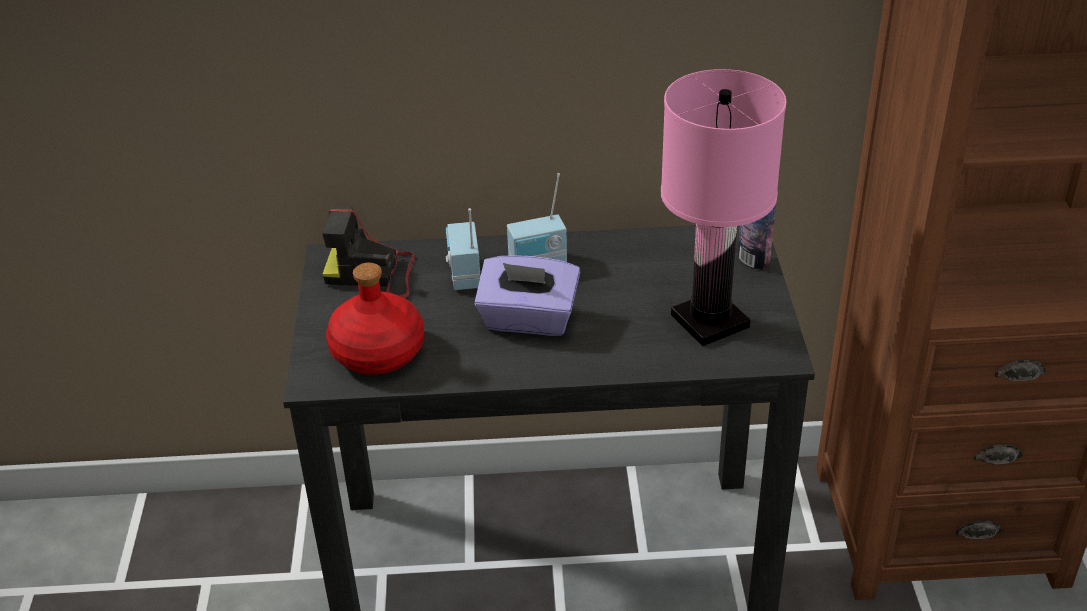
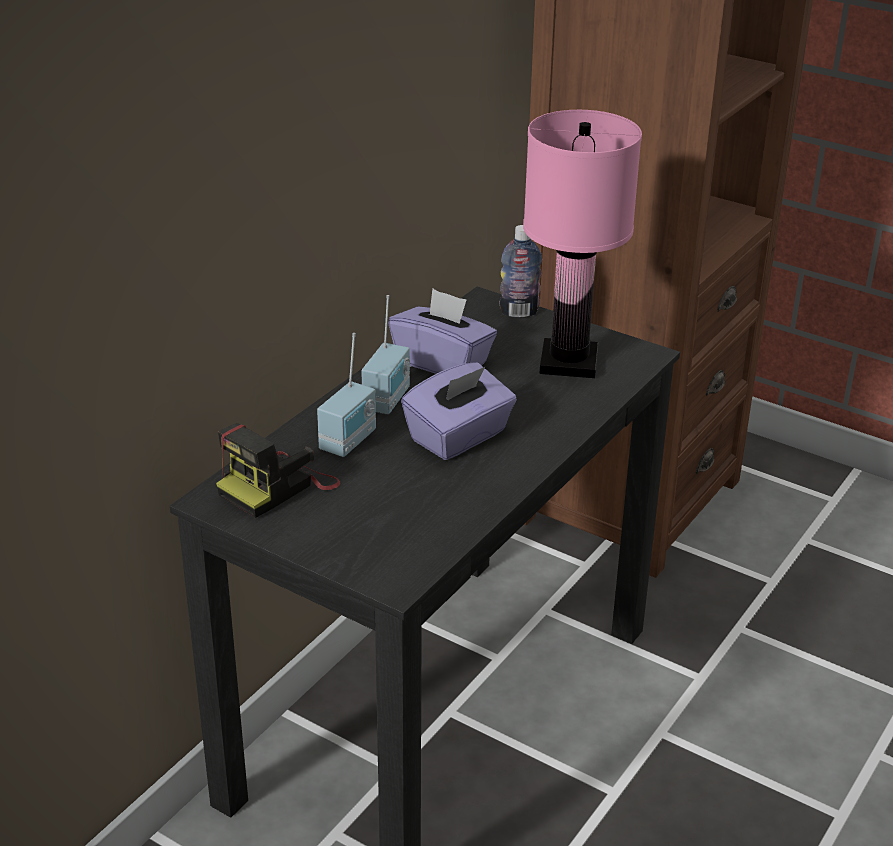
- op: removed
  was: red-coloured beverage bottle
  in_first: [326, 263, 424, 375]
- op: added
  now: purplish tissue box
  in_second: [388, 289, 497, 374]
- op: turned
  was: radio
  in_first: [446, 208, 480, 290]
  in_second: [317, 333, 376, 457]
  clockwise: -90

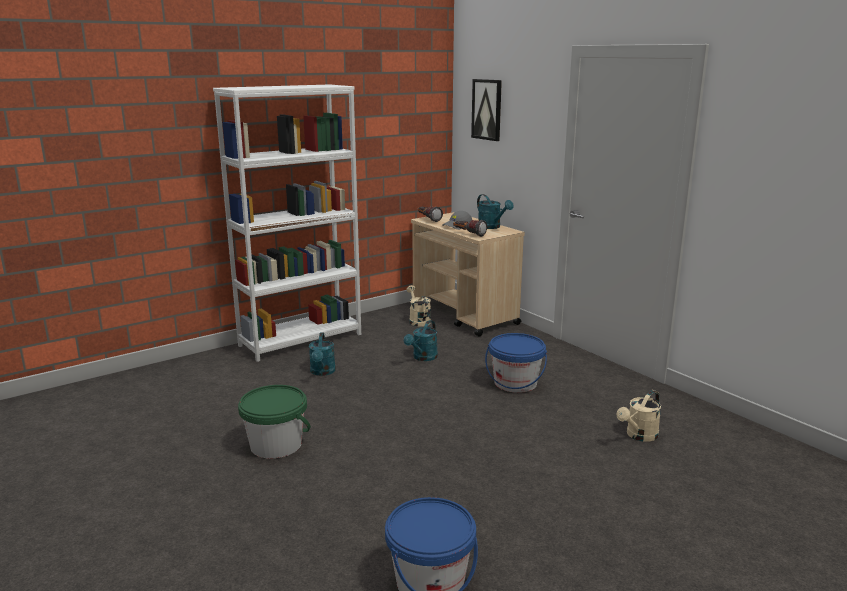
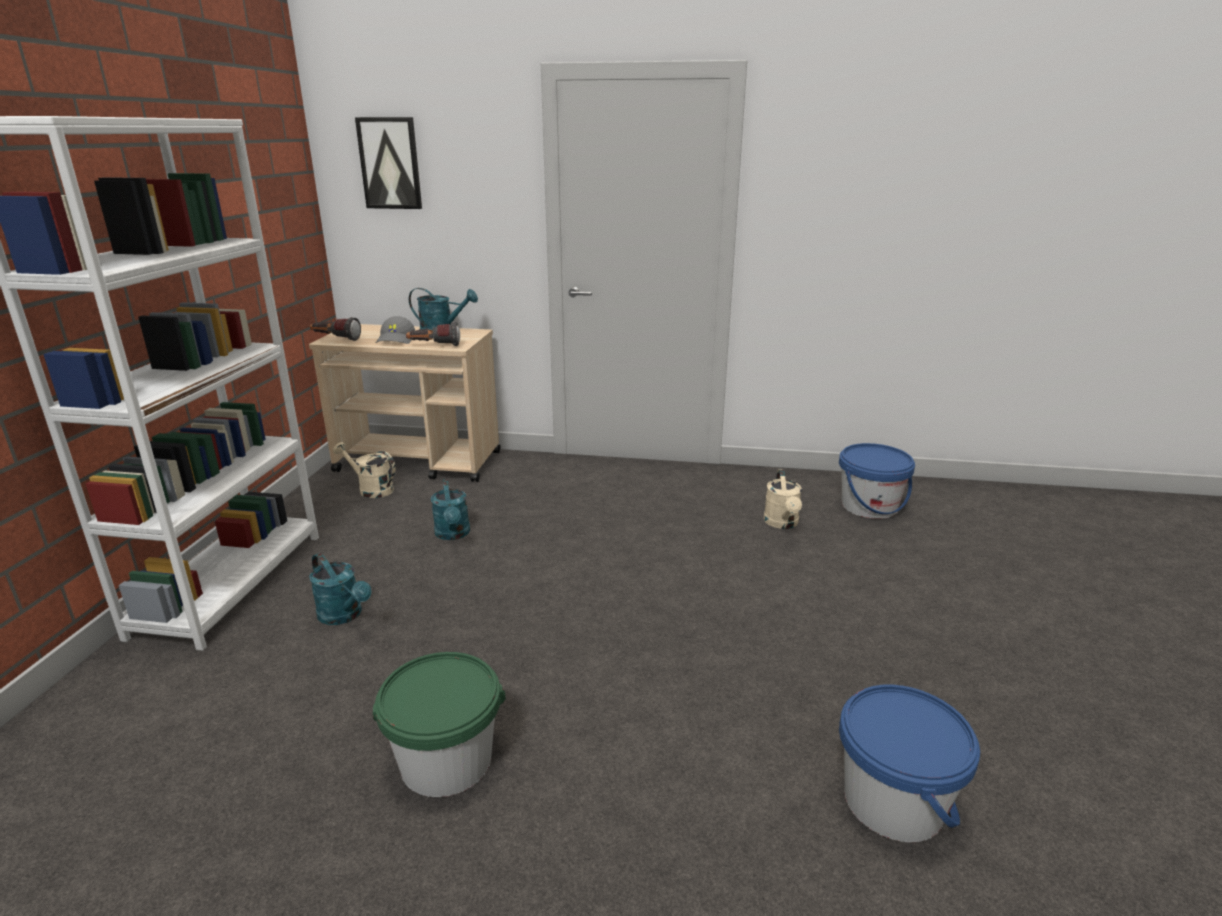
- op: moved
  was: bluish bucket
  in_first: [485, 333, 547, 393]
  in_second: [839, 443, 915, 519]

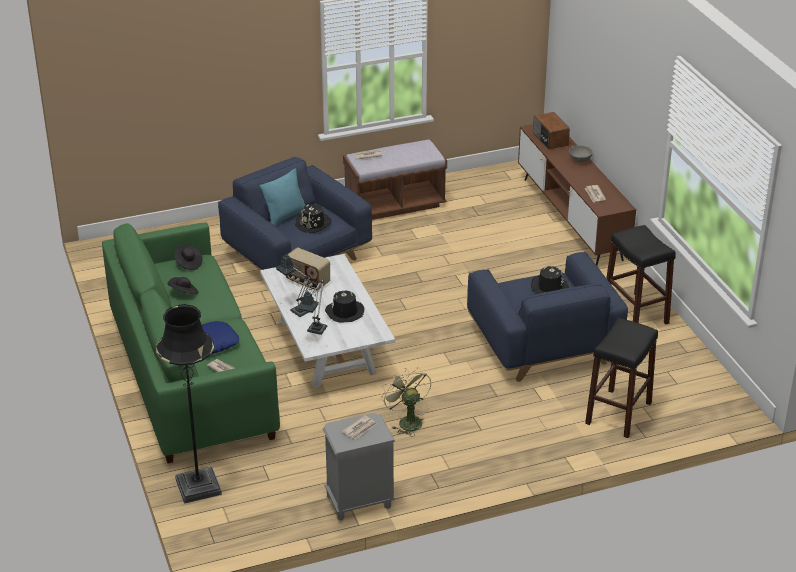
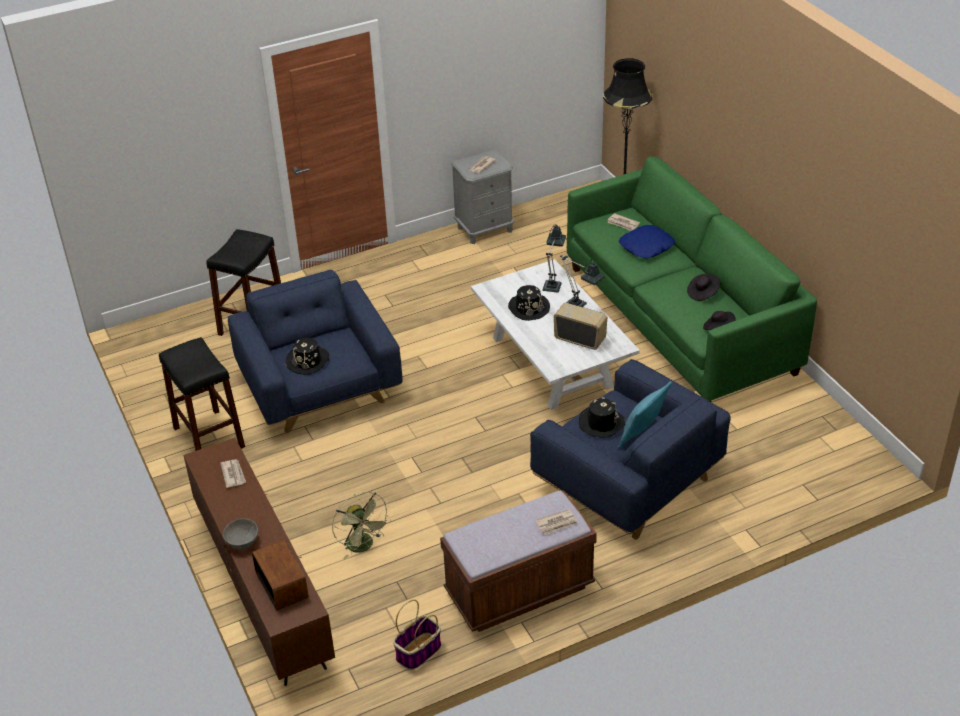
- op: added
  now: basket
  in_second: [393, 599, 441, 670]
- op: moved
  was: greenish fan
  in_first: [381, 367, 431, 437]
  in_second: [332, 492, 391, 559]

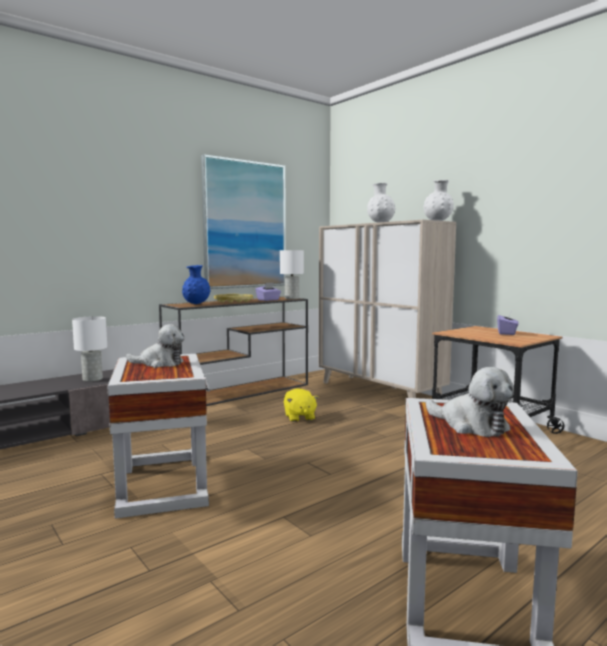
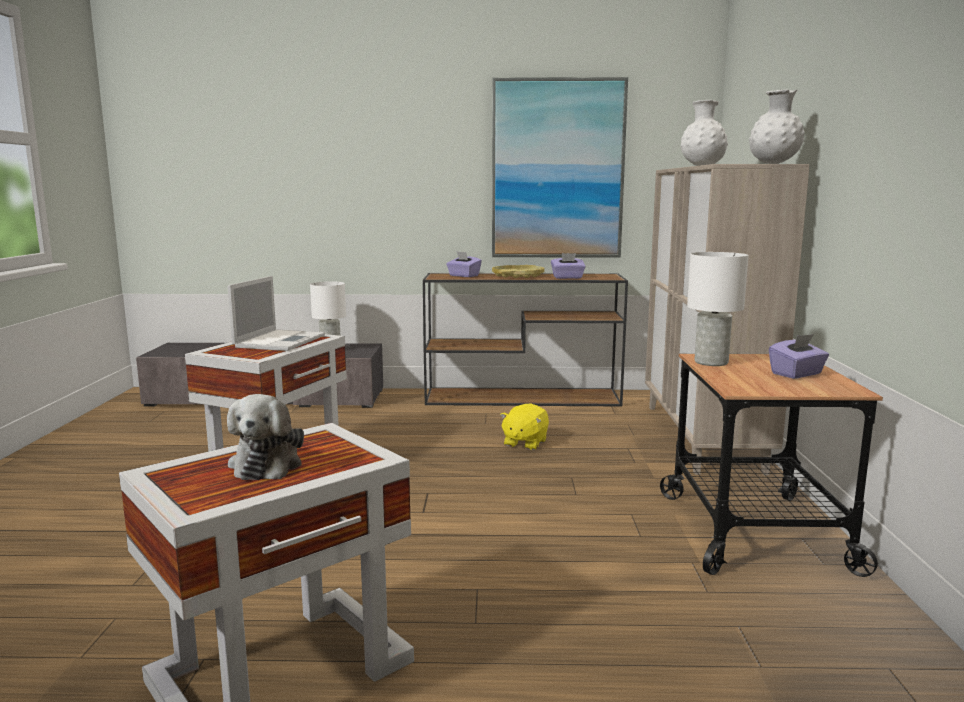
- op: moved
  was: white lamp for a table
  in_first: [280, 250, 304, 299]
  in_second: [687, 252, 748, 366]
- op: replaced
  was: soft toy
  now: notebook computer
  in_first: [126, 324, 184, 368]
  in_second: [227, 276, 325, 351]
- op: replaced
  was: bluish decorative vase
  now: purplish tissue box
  in_first: [182, 265, 211, 304]
  in_second: [446, 251, 482, 277]

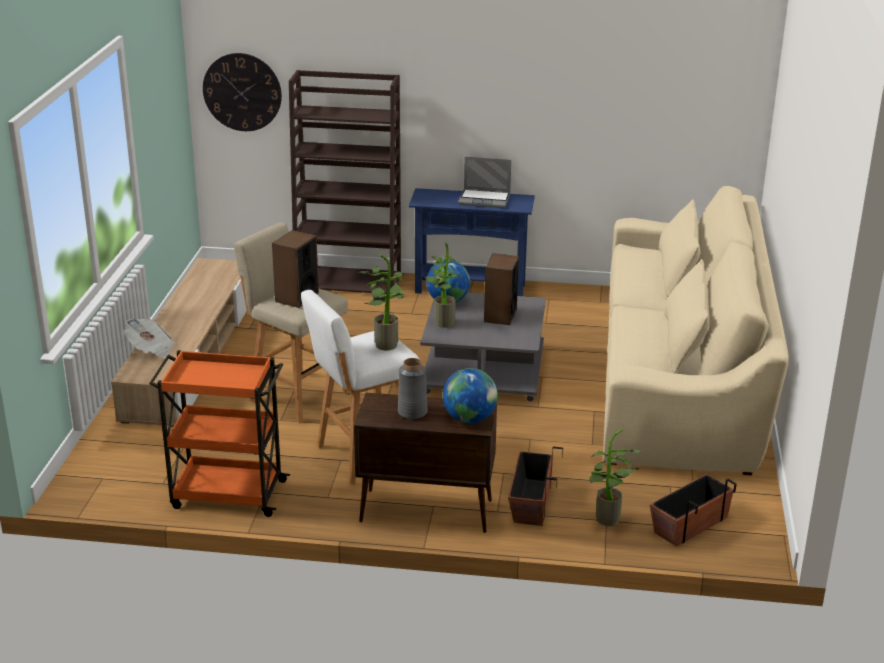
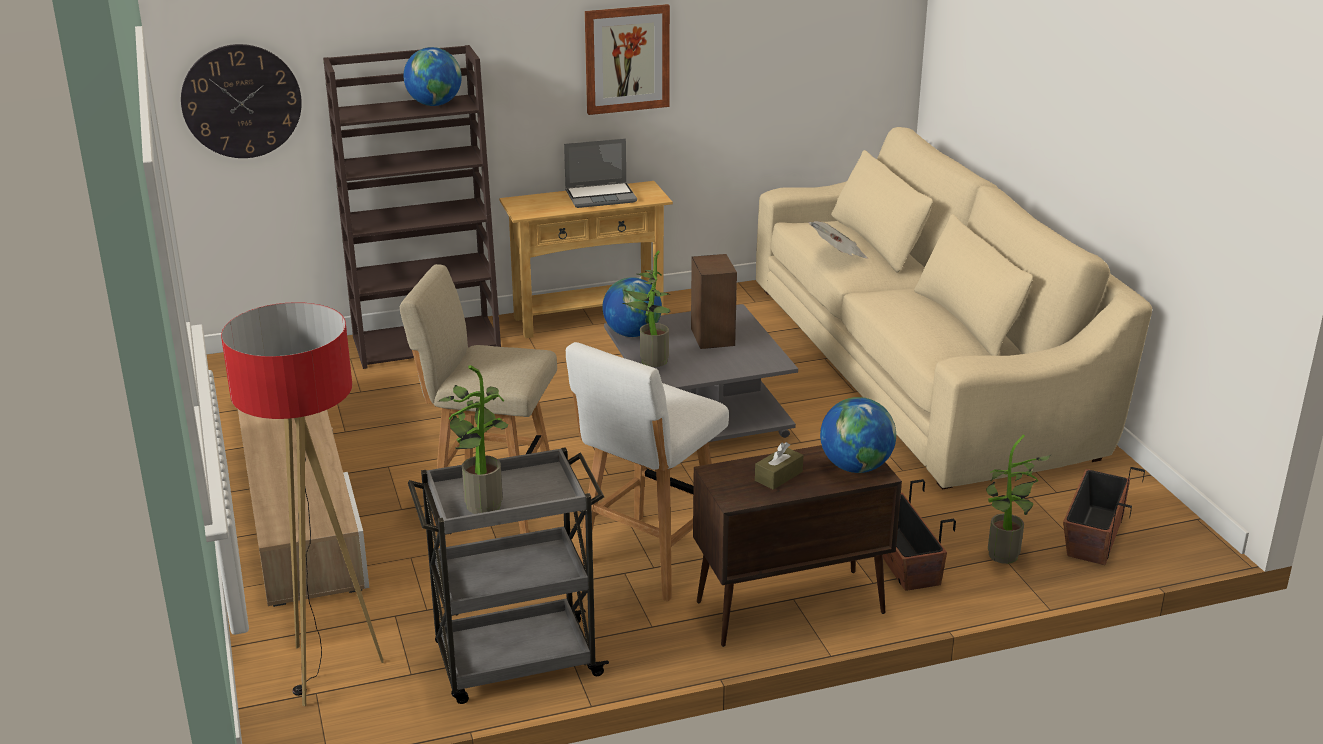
- op: removed
  was: speaker
  in_first: [272, 230, 319, 308]
- op: added
  now: standing lamp
  in_second: [221, 302, 384, 706]
- op: added
  now: world globe
  in_second: [404, 47, 462, 106]
- op: added
  now: wall picture
  in_second: [585, 4, 670, 115]
- op: moved
  was: newspaper
  in_first: [124, 319, 175, 358]
  in_second: [808, 221, 868, 259]
- op: moved
  was: plant in a pot
  in_first: [360, 254, 404, 350]
  in_second: [438, 365, 508, 514]
- op: replaced
  was: gray decorative vase
  now: brownish tissue box
  in_first: [398, 358, 428, 419]
  in_second: [755, 442, 803, 490]
- op: recoloured
  was: orange-coloured cart
  now: gray cart
  in_first: [149, 350, 290, 517]
  in_second: [408, 447, 609, 704]
- op: recoloured
  was: bluish narrow table
  now: sand-coloured narrow table
  in_first: [409, 188, 535, 296]
  in_second: [499, 181, 673, 338]

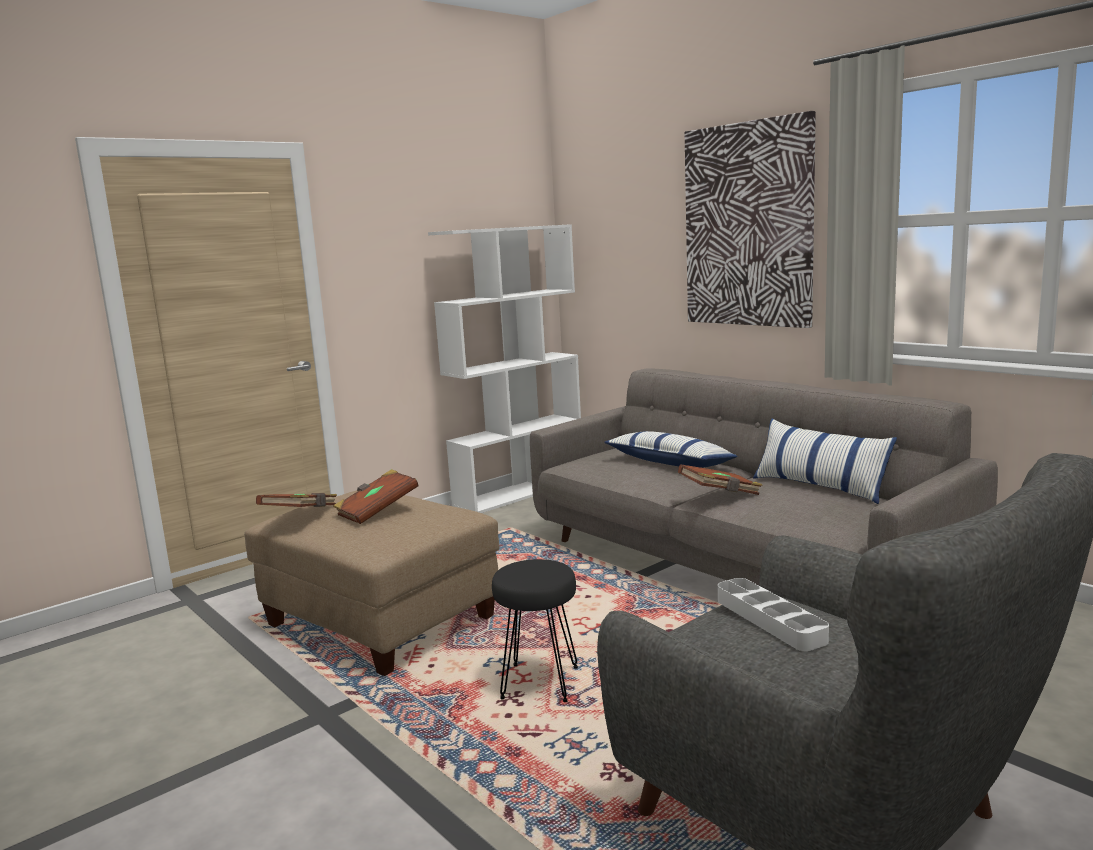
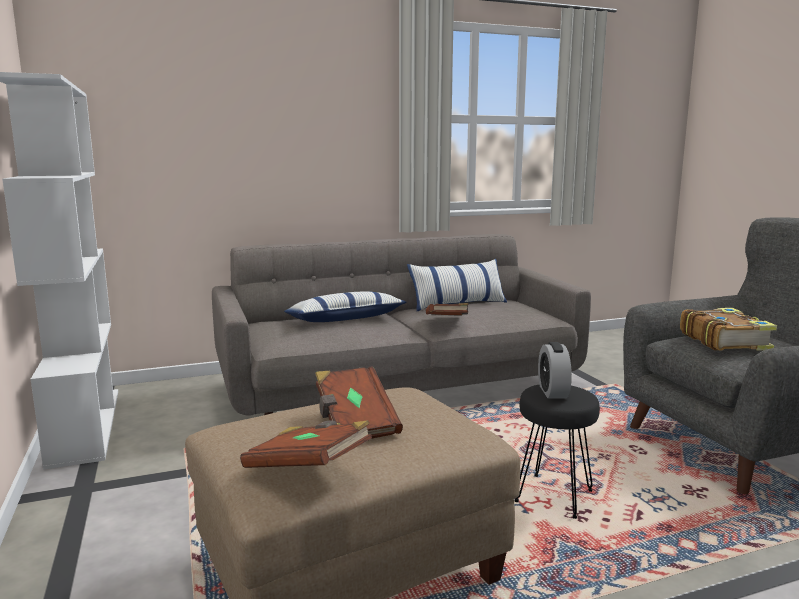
- op: removed
  was: wall picture
  in_first: [685, 111, 816, 328]
- op: added
  now: alarm clock
  in_second: [538, 342, 572, 399]
- op: replaced
  was: gray tray
  now: volume
  in_first: [718, 578, 829, 651]
  in_second: [680, 308, 777, 351]

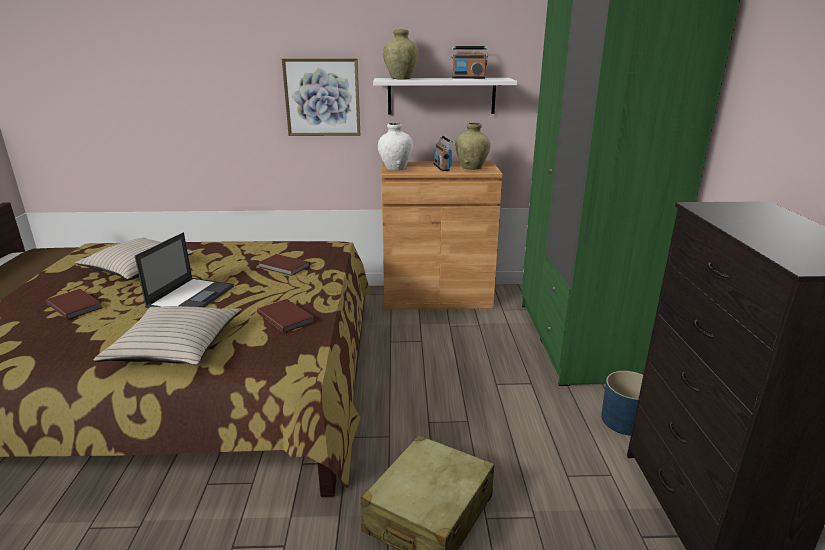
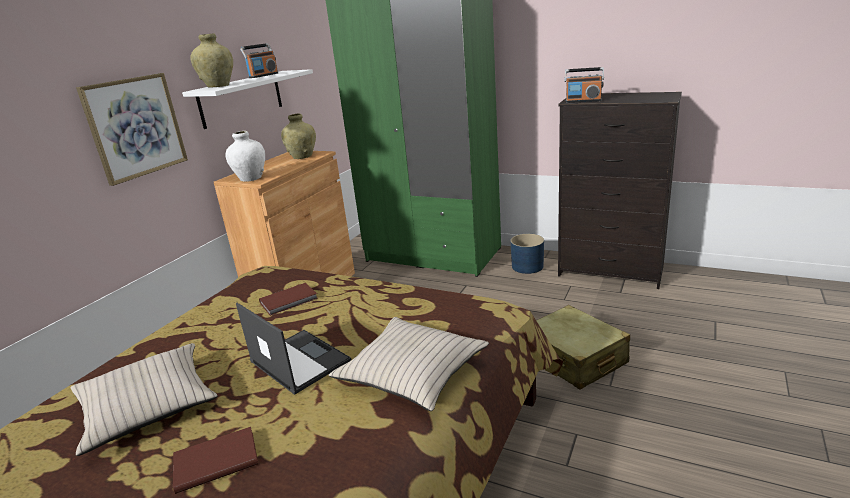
- op: removed
  was: brownish volume
  in_first: [257, 299, 314, 333]
- op: moved
  was: radio
  in_first: [434, 135, 453, 171]
  in_second: [564, 67, 604, 103]

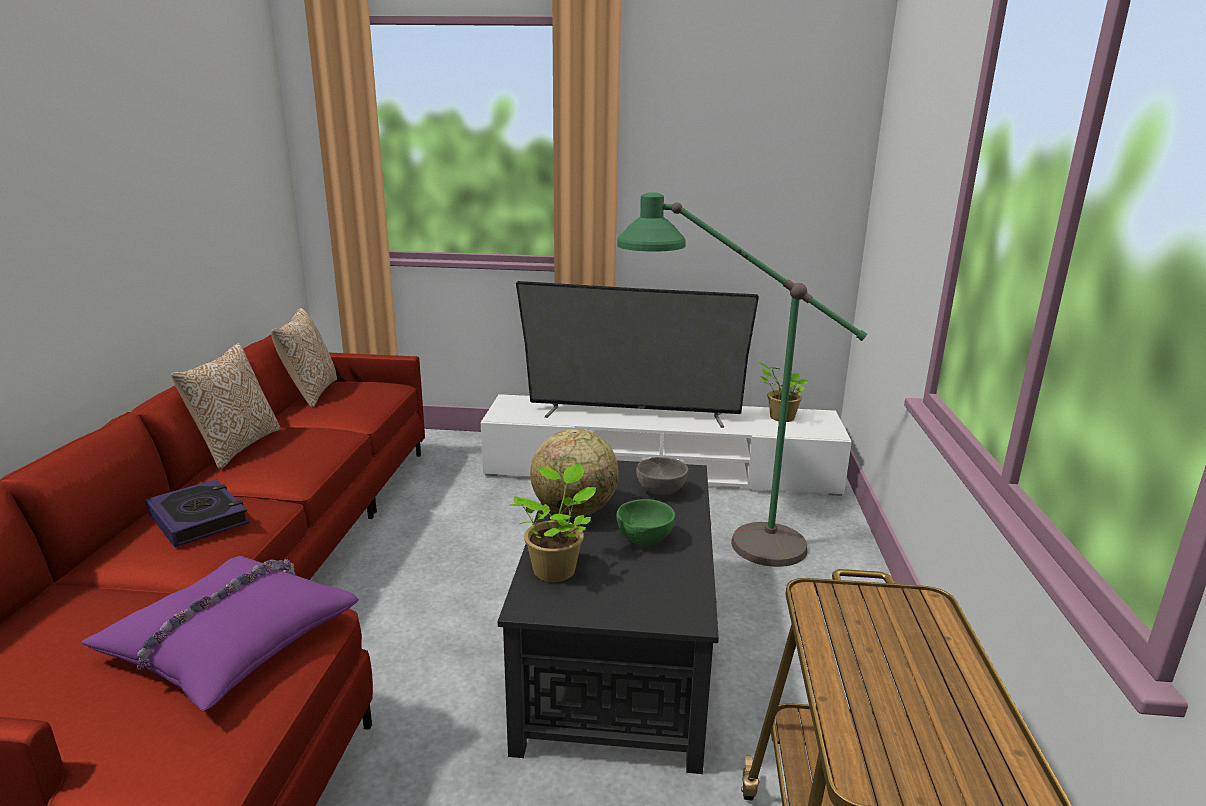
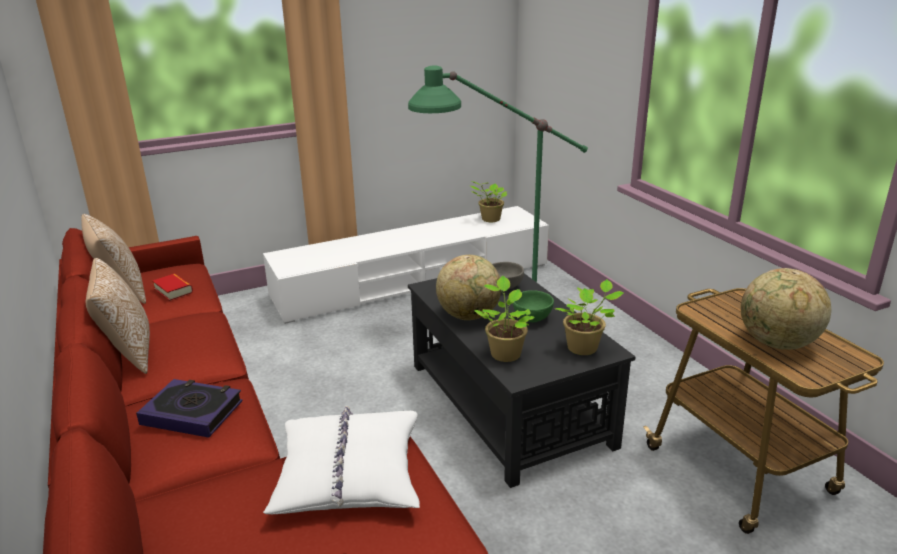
- op: removed
  was: TV
  in_first: [516, 281, 759, 428]
- op: added
  now: volume
  in_second: [152, 274, 193, 301]
- op: added
  now: plant in a pot
  in_second: [555, 279, 624, 355]
- op: added
  now: world globe
  in_second: [741, 268, 831, 350]
- op: recoloured
  was: purplish pillow
  now: white pillow
  in_first: [81, 556, 359, 711]
  in_second: [263, 406, 420, 514]

